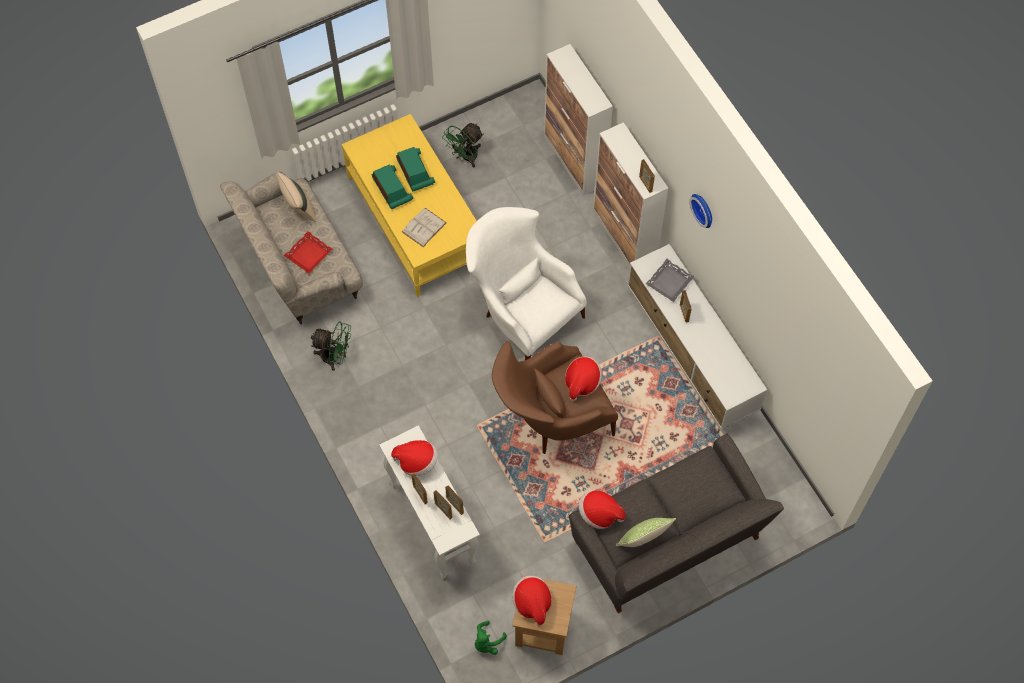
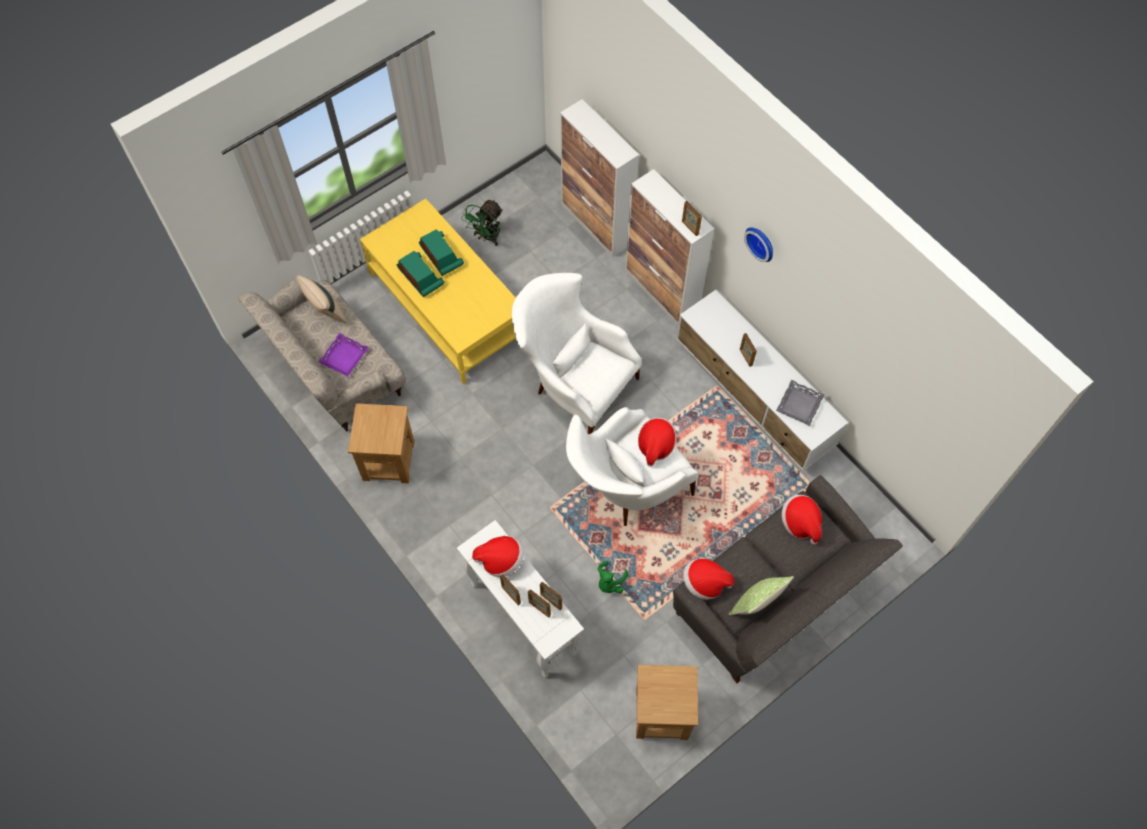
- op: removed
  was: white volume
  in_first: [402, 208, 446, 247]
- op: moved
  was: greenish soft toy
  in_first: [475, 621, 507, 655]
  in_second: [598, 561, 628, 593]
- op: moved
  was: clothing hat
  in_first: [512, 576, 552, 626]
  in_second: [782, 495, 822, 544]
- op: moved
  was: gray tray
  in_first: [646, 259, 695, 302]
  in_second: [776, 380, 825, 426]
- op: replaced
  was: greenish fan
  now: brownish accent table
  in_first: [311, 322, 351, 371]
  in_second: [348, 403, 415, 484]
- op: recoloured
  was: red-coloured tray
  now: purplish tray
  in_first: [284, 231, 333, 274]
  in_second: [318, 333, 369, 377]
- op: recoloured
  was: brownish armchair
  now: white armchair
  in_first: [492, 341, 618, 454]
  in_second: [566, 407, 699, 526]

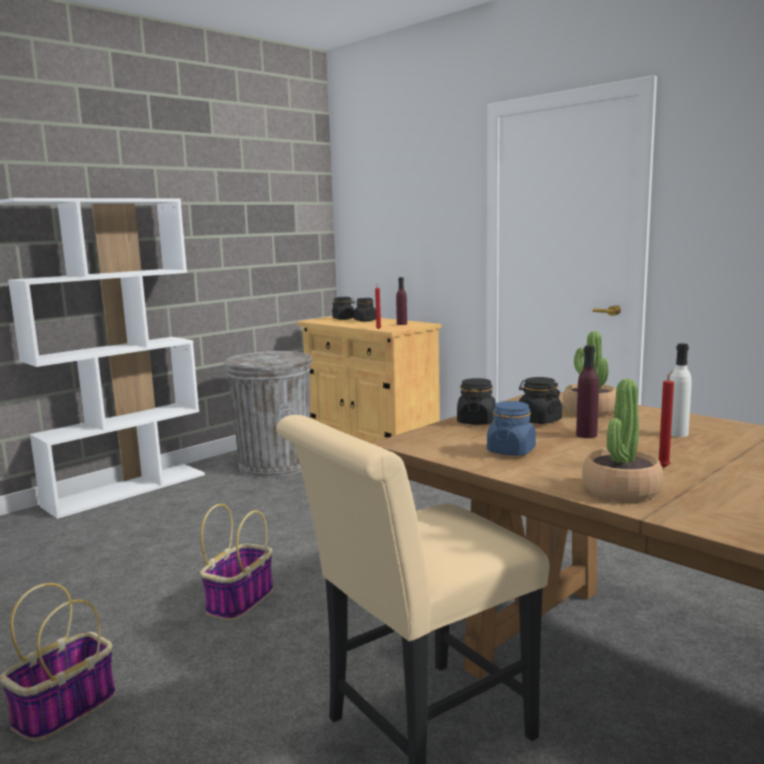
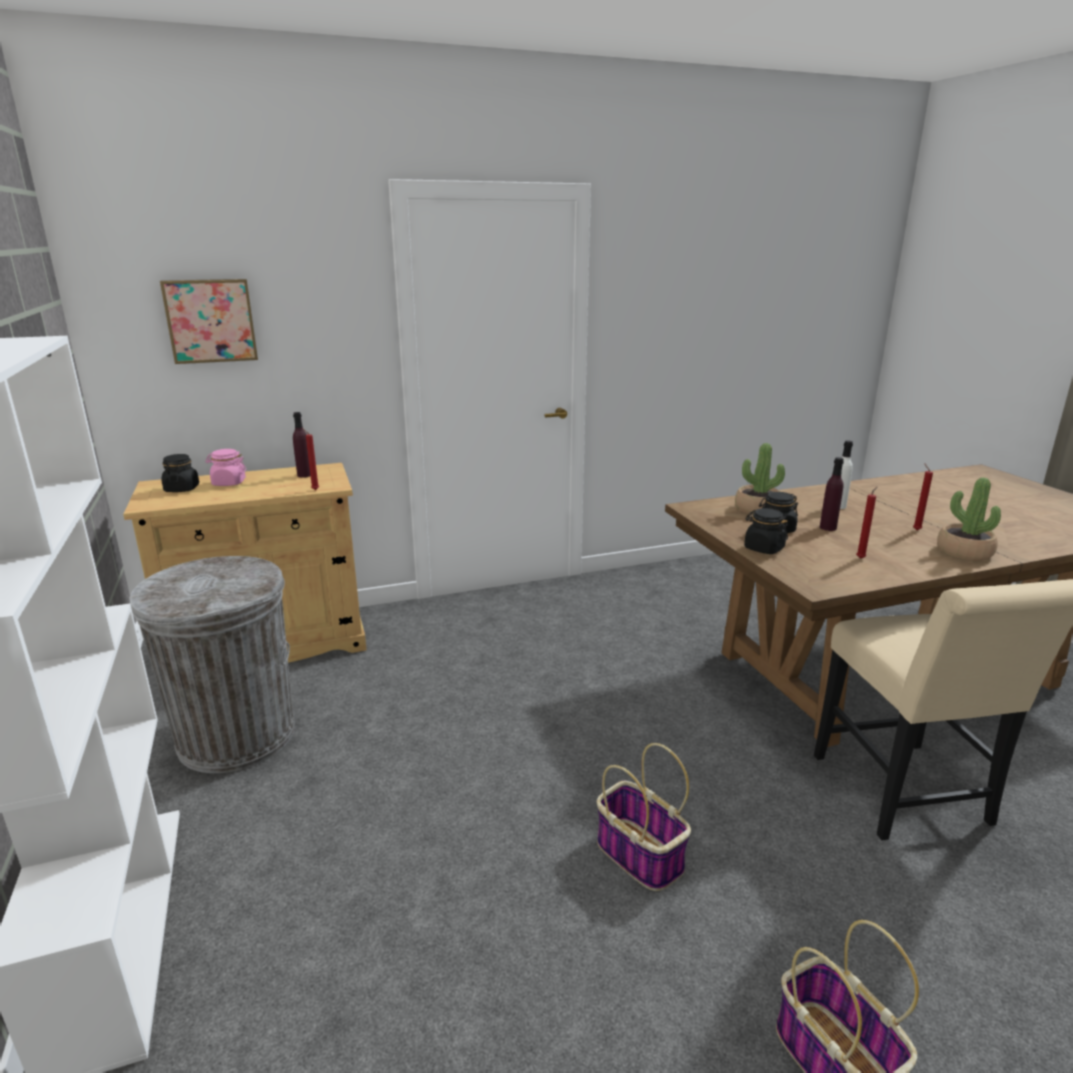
- op: added
  now: wall picture
  in_second: [160, 279, 258, 364]
- op: replaced
  was: bluish preserve jar
  now: red-coloured wax light
  in_first: [487, 401, 536, 456]
  in_second: [856, 487, 877, 559]
- op: recoloured
  was: blackish preserve jar
  now: pink-coloured preserve jar
  in_first: [354, 298, 376, 322]
  in_second: [205, 449, 246, 486]

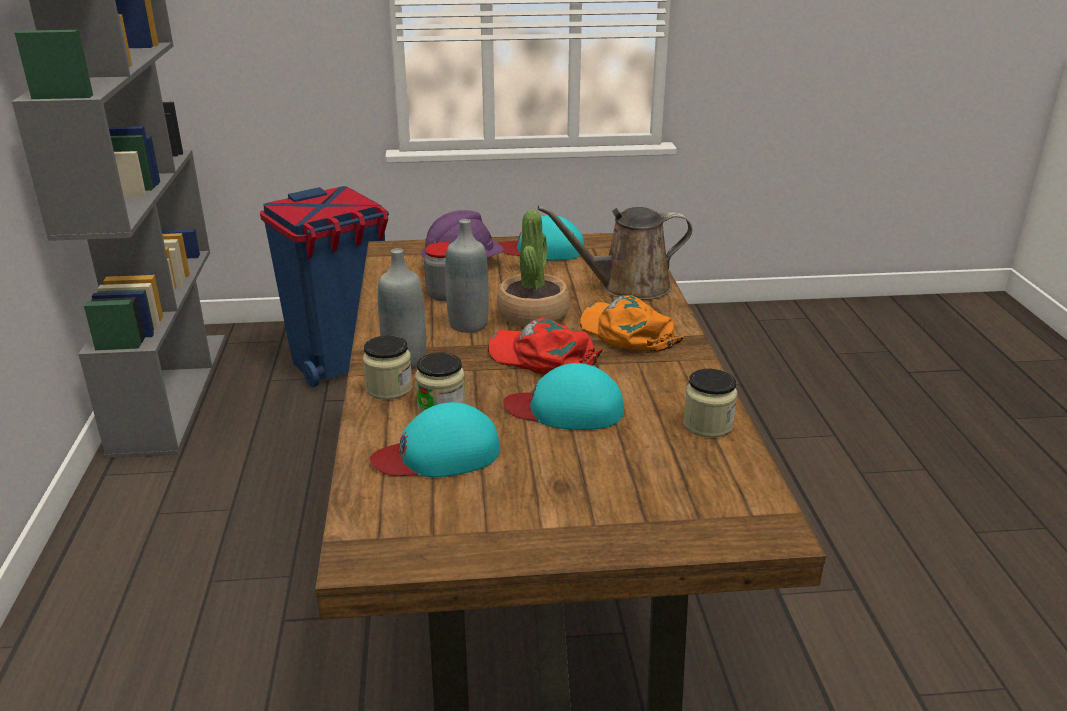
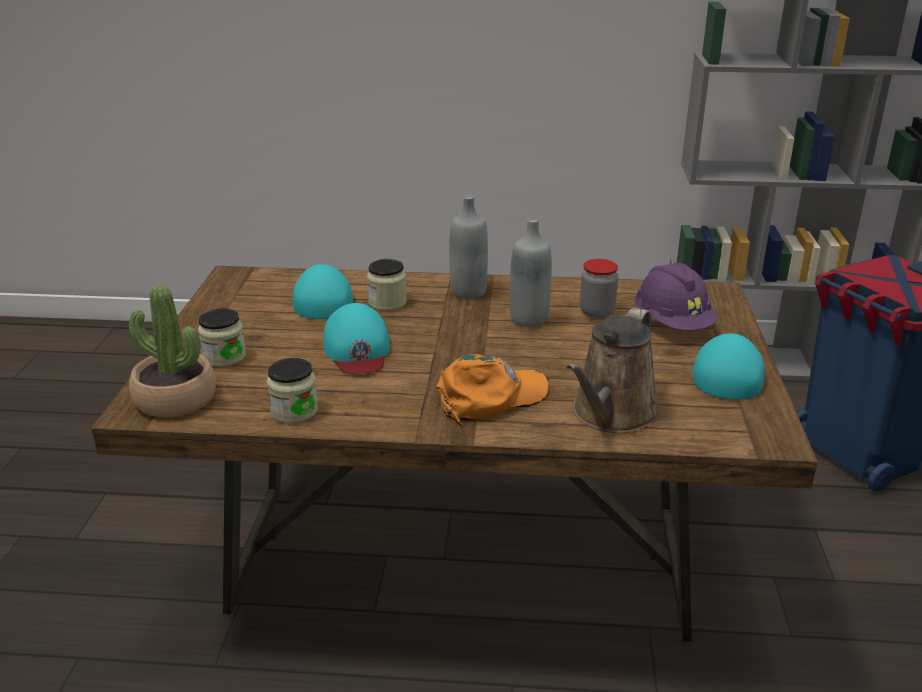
- op: removed
  was: red-coloured cap
  in_first: [487, 318, 603, 374]
- op: moved
  was: preserve jar
  in_first: [363, 335, 413, 400]
  in_second: [198, 308, 246, 367]
- op: moved
  was: plant in a pot
  in_first: [497, 210, 570, 327]
  in_second: [129, 285, 216, 417]
- op: turned
  was: blue-green cap
  in_first: [503, 363, 624, 430]
  in_second: [323, 303, 390, 374]
  clockwise: 150
- op: turned
  was: brownish sprinkling can
  in_first: [538, 206, 692, 300]
  in_second: [566, 308, 660, 433]
  clockwise: -150

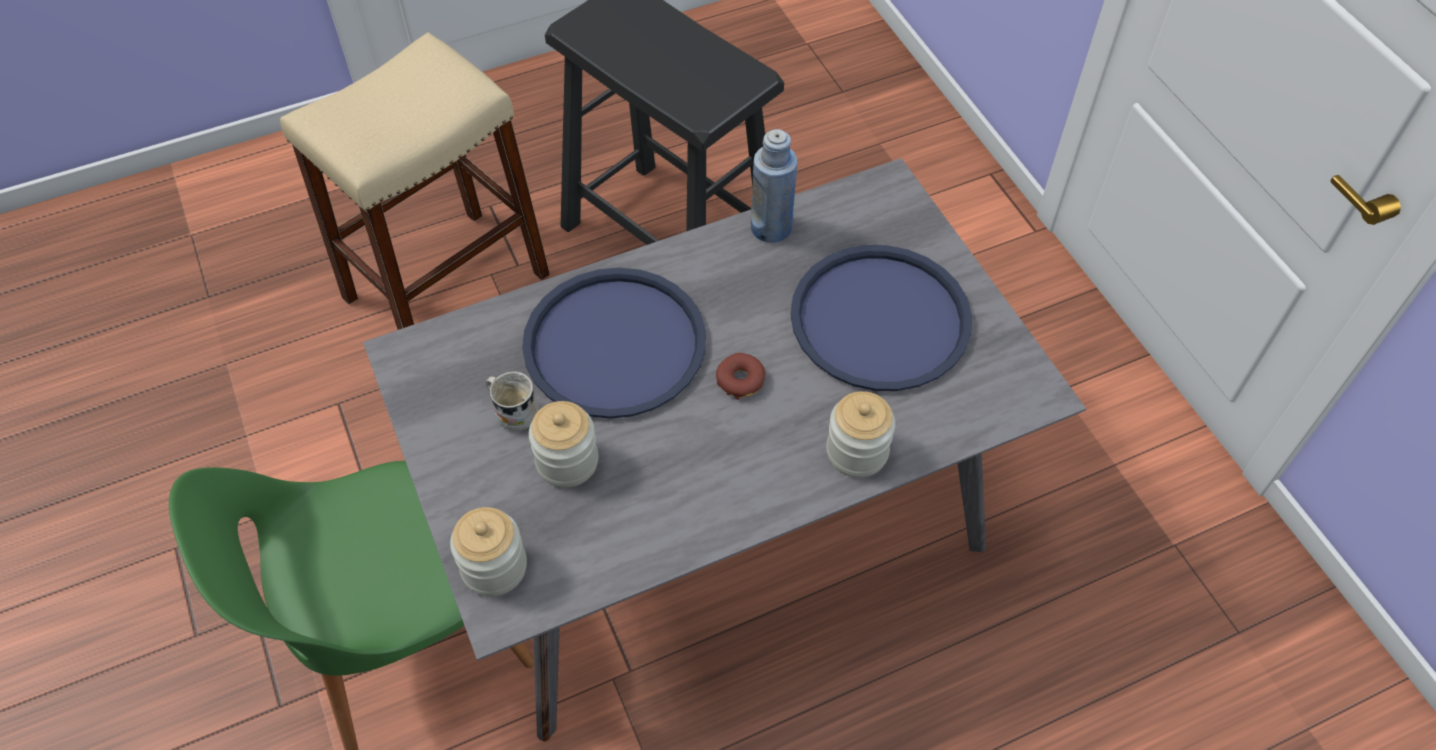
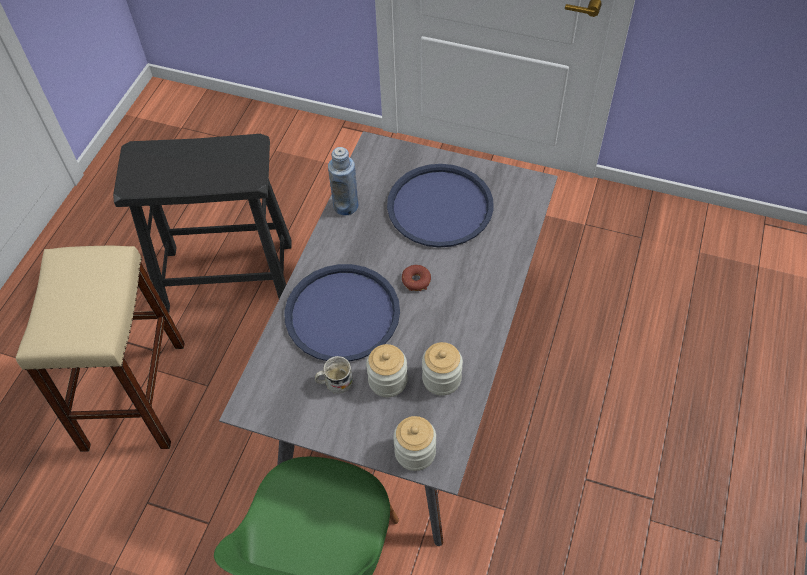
- op: moved
  was: preserve jar
  in_first: [826, 391, 895, 478]
  in_second: [422, 342, 463, 396]

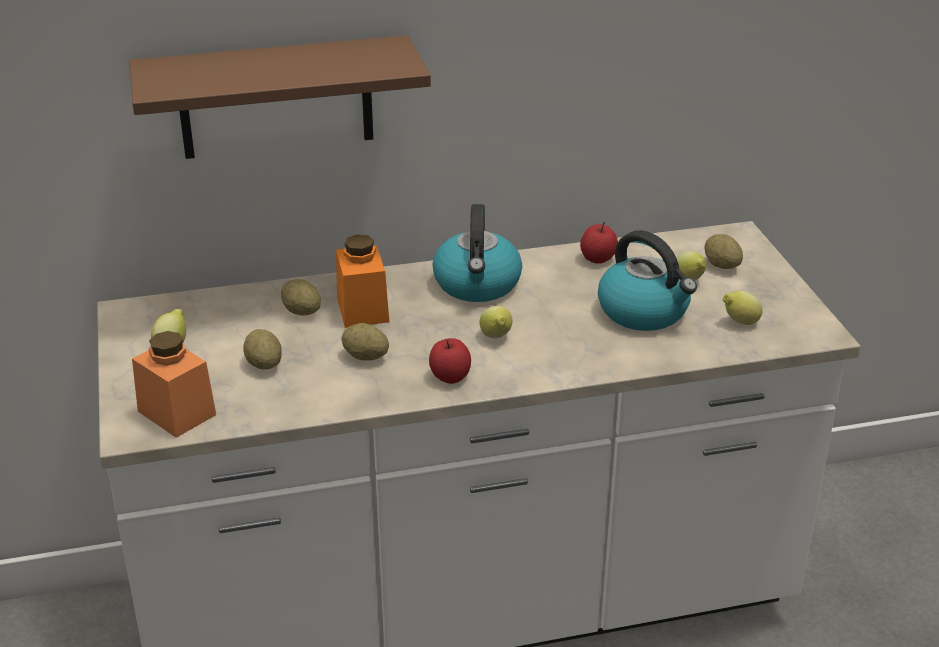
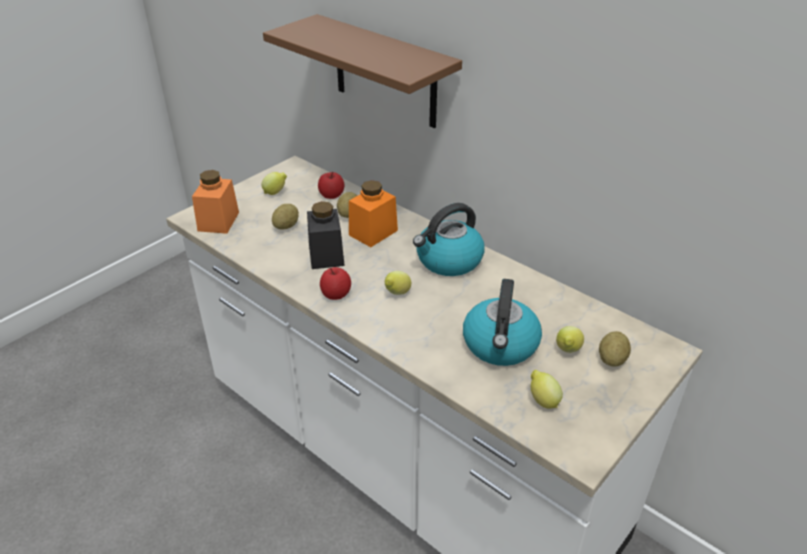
- op: moved
  was: apple
  in_first: [580, 222, 618, 264]
  in_second: [318, 172, 344, 199]
- op: replaced
  was: potato
  now: blackish preserve jar
  in_first: [341, 323, 389, 361]
  in_second: [307, 201, 345, 269]

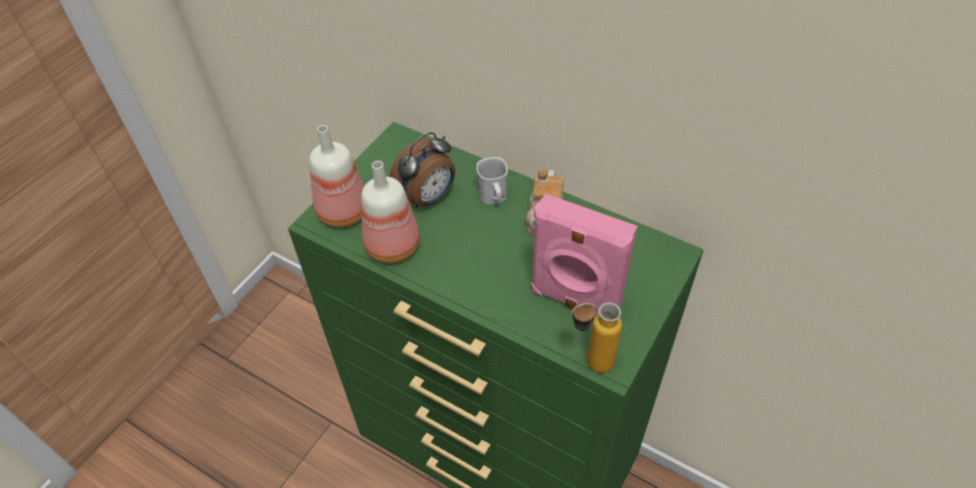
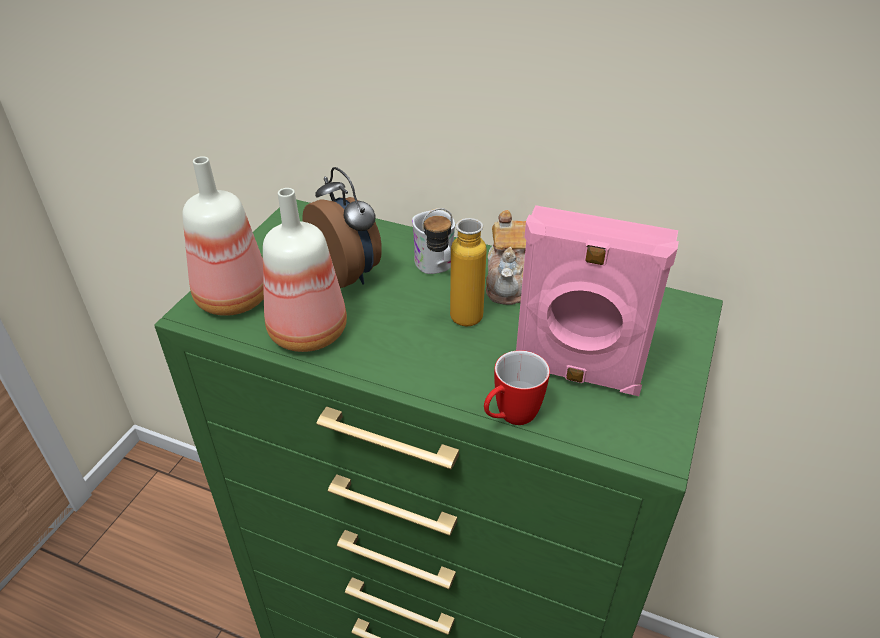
- op: added
  now: mug
  in_second: [484, 350, 550, 425]
- op: moved
  was: beverage bottle
  in_first: [571, 303, 622, 373]
  in_second: [422, 208, 487, 326]
- op: turned
  was: alarm clock
  in_first: [389, 132, 455, 209]
  in_second: [302, 167, 382, 288]
  clockwise: -75

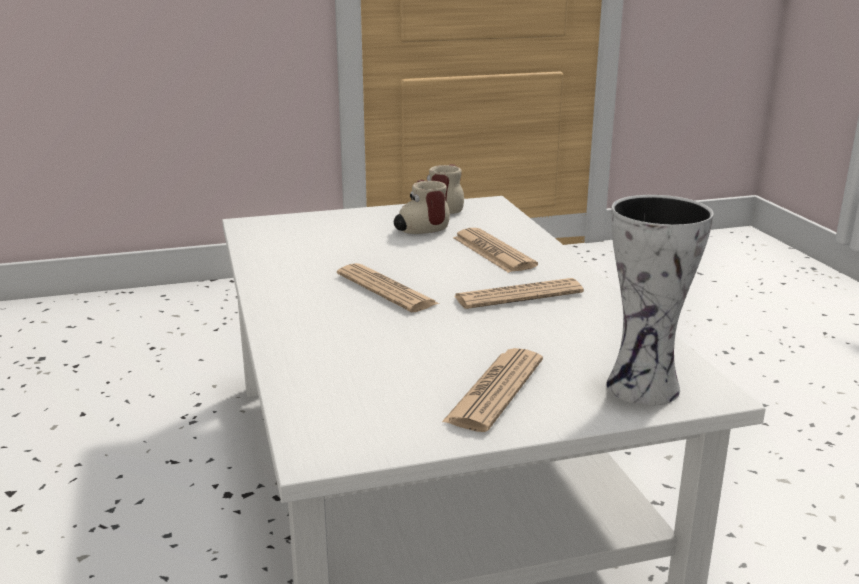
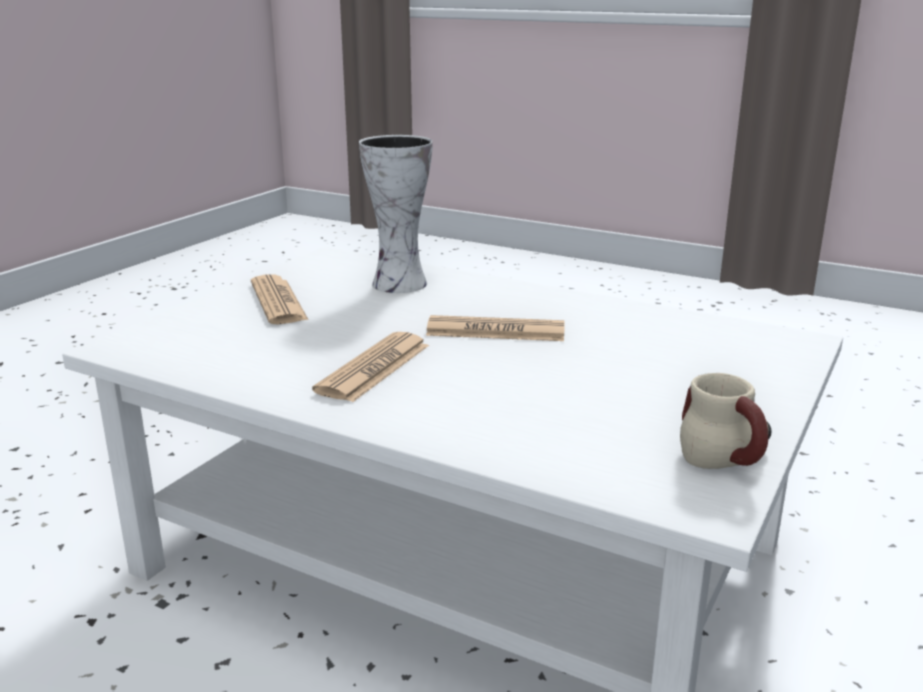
- op: removed
  was: mug
  in_first: [394, 180, 450, 234]
- op: removed
  was: newspaper
  in_first: [453, 228, 538, 273]
- op: moved
  was: decorative vase
  in_first: [606, 195, 714, 405]
  in_second: [359, 135, 433, 293]

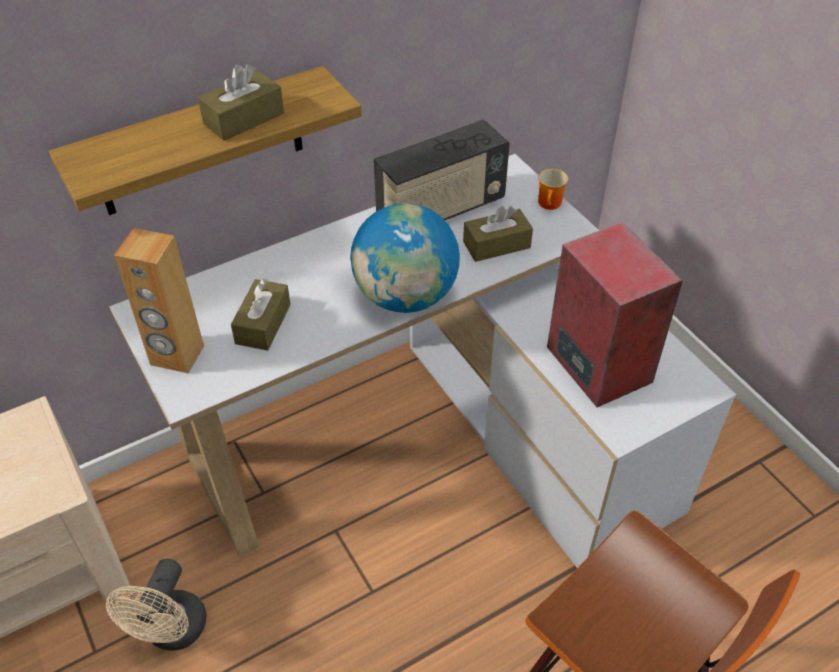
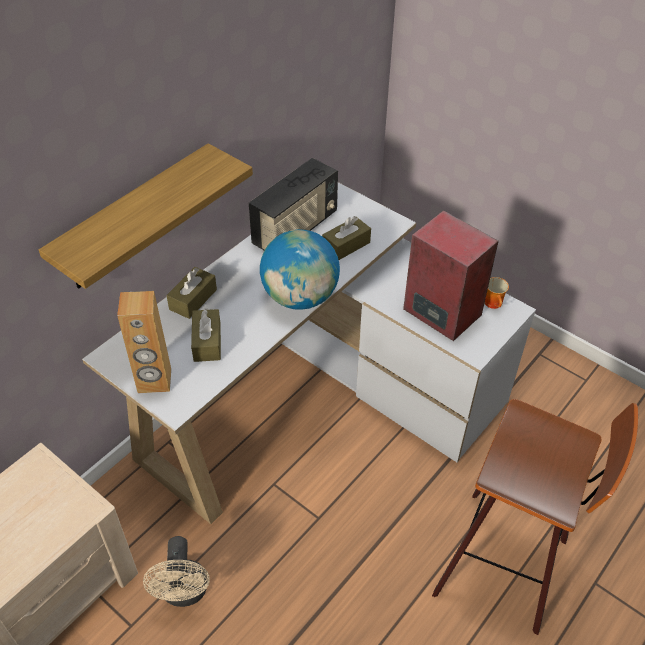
- op: moved
  was: brownish tissue box
  in_first: [198, 64, 284, 141]
  in_second: [166, 267, 217, 319]
- op: moved
  was: mug
  in_first: [538, 168, 568, 210]
  in_second: [485, 277, 509, 309]

